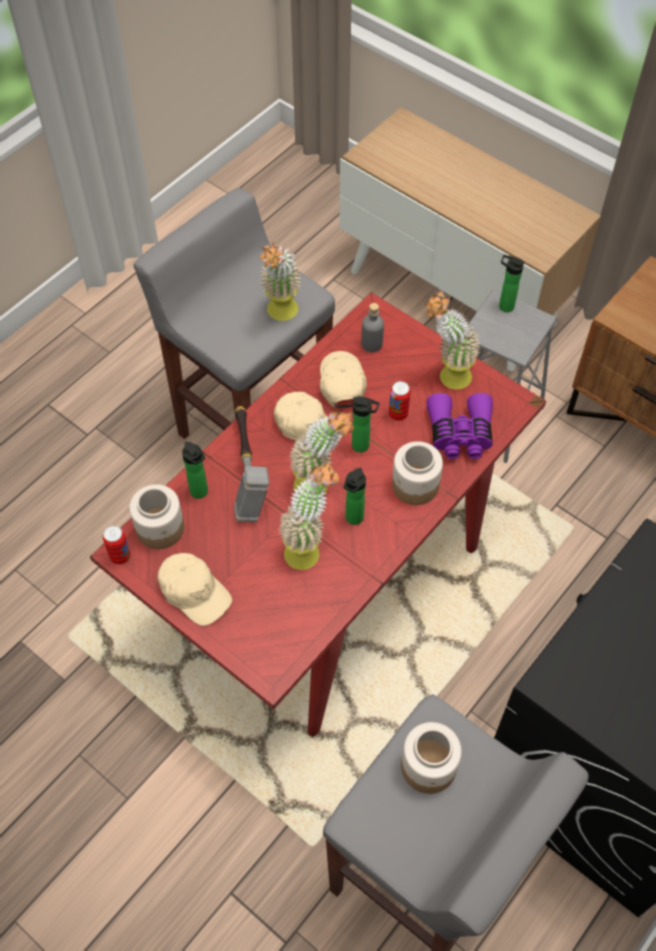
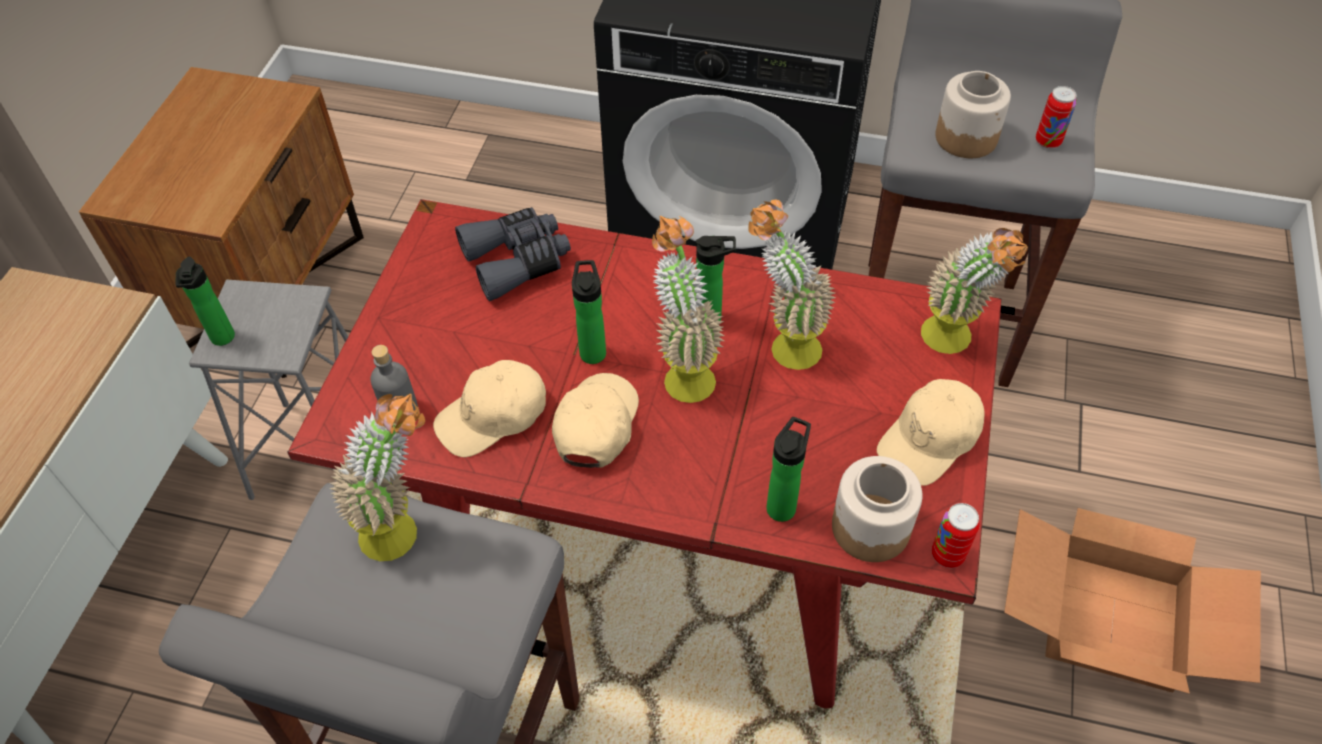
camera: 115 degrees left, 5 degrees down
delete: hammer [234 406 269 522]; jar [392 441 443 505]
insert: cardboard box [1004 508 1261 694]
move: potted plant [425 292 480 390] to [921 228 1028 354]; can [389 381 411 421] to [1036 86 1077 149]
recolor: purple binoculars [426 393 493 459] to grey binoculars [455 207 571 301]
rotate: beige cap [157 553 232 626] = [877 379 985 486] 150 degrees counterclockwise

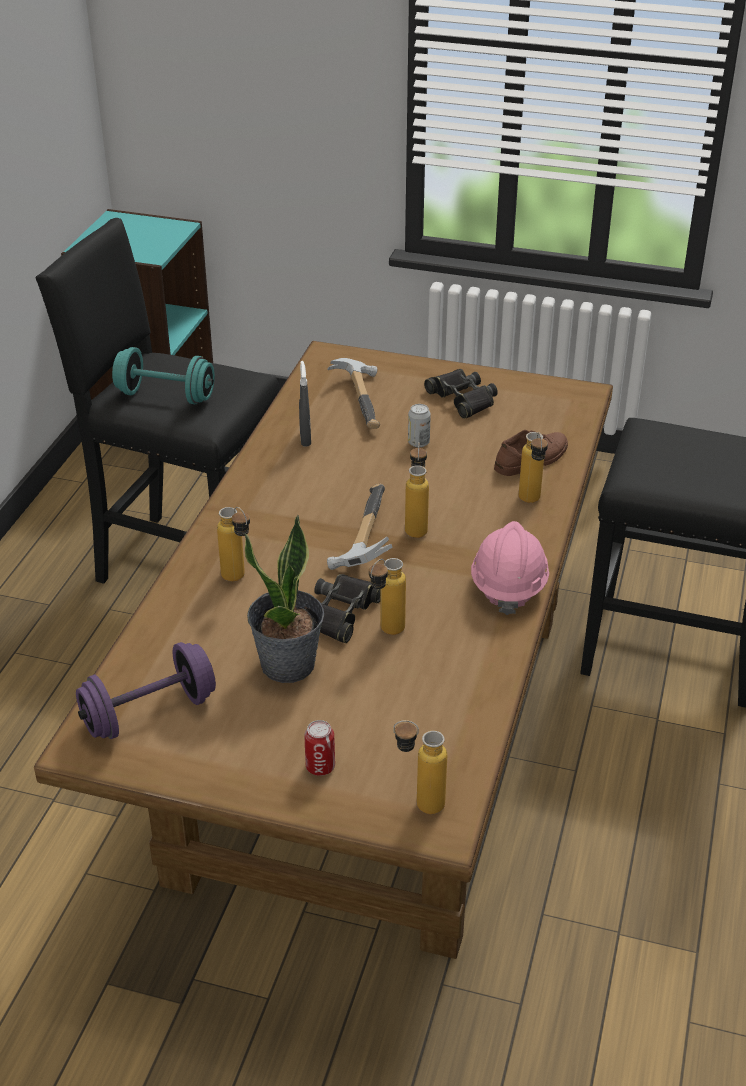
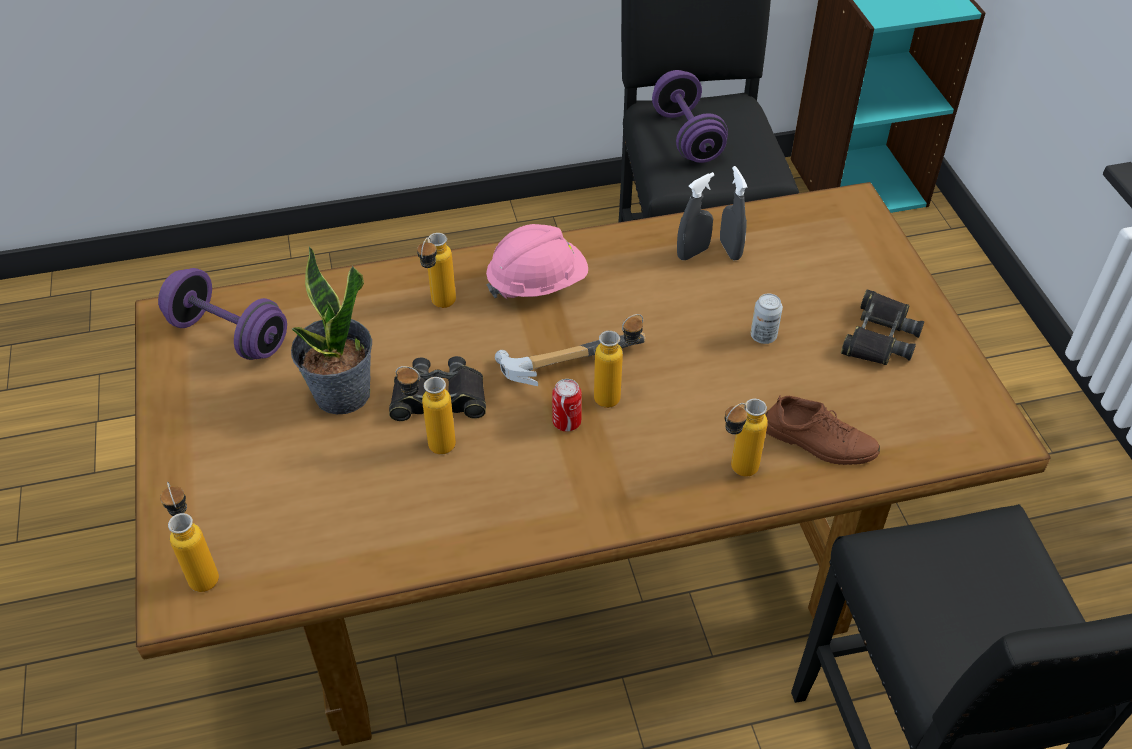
camera: 60 degrees right, 10 degrees up
delete: hammer [327 358 380 429]
insert: grey spray bottle [720 166 747 260]
move: pink hard hat [471 521 549 615] to [486 224 588 300]; can [304 720 335 776] to [552 379 582 431]
recolor: turquoise dumbbell [112 347 215 404] to purple dumbbell [652 70 728 163]

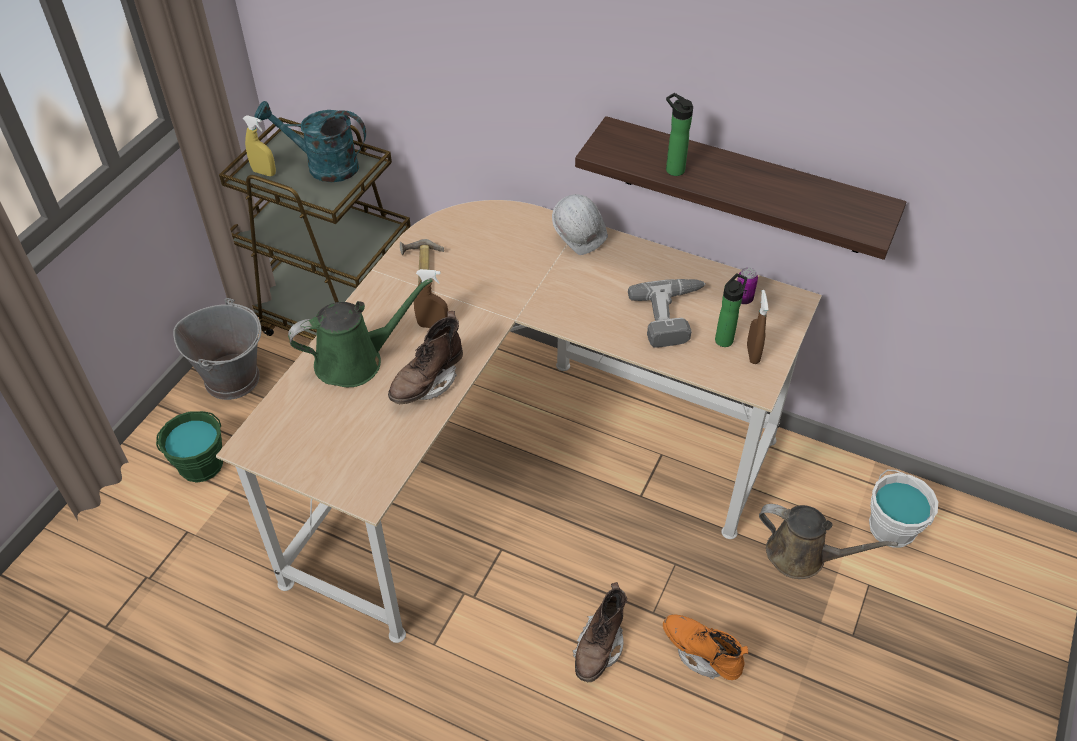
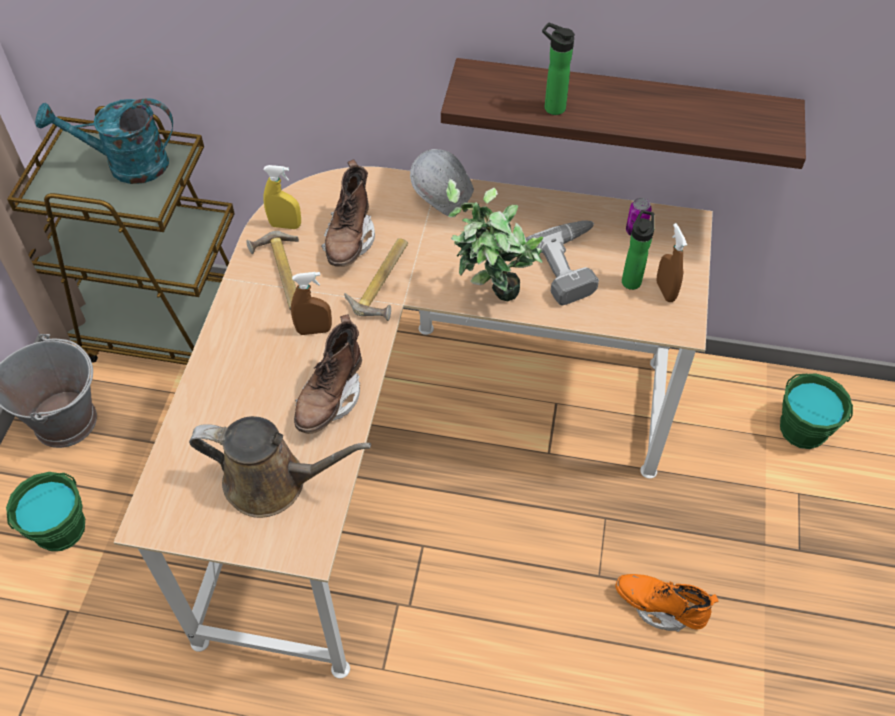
camera: 15 degrees left, 5 degrees up
delete: green watering can [288 278 433 387]
insert: potted plant [446 179 543 301]; hammer [344 238 408 321]
move: yellow spray bottle [242 115 276 176] to [263 165 301 229]; brown watering can [759 504 898 579] to [189 416 371 518]; brown boot [573 582 627 682] to [321 159 375 267]
recolor: white bucket [869 469 938 548] to green bucket [780 373 853 449]

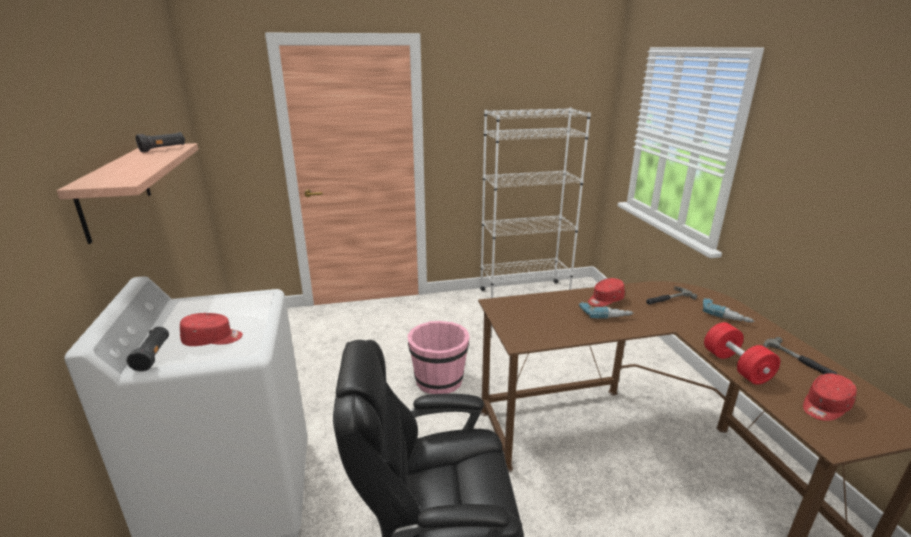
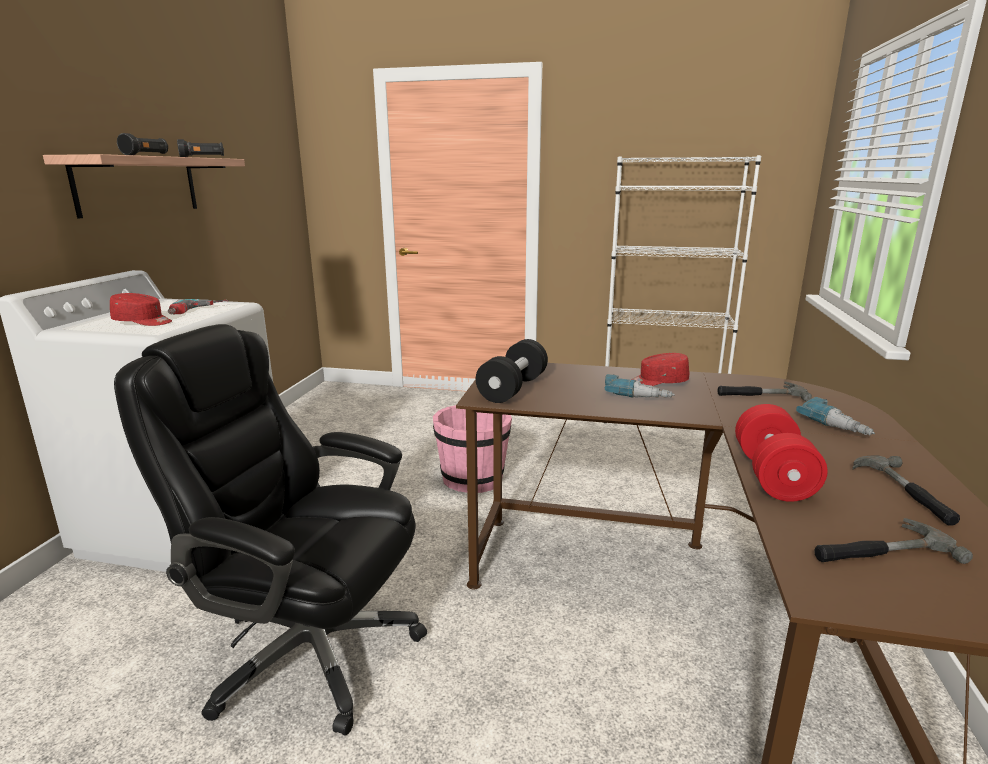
camera: 25 degrees right, 5 degrees down
insert: power drill [168 299 229 314]; black dumbbell [476 339 548 403]
move: black flashlight [126 327 169 372] to [117 133 168 155]
replace: red cap [803 373 857 421] to hammer [814 518 973 564]

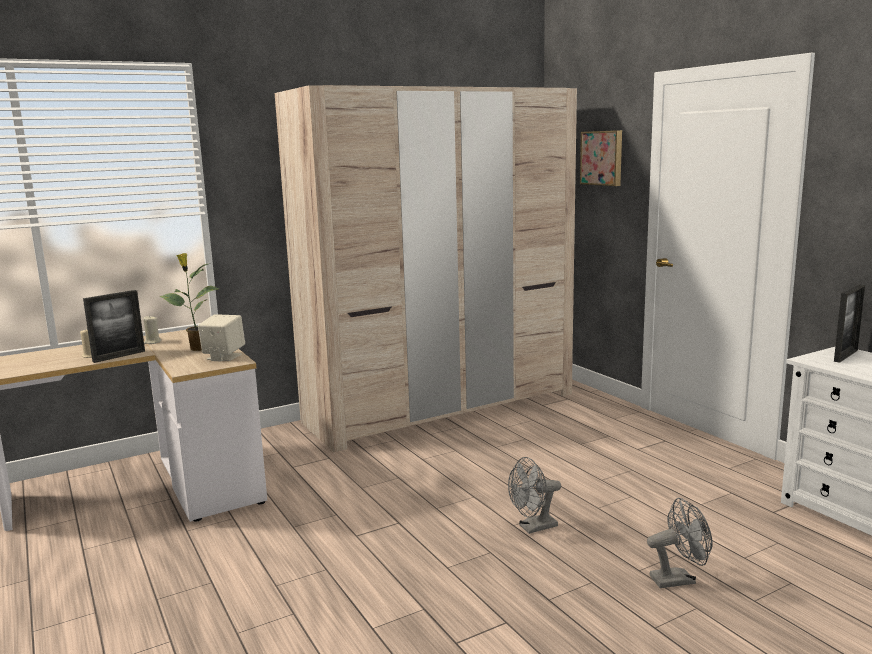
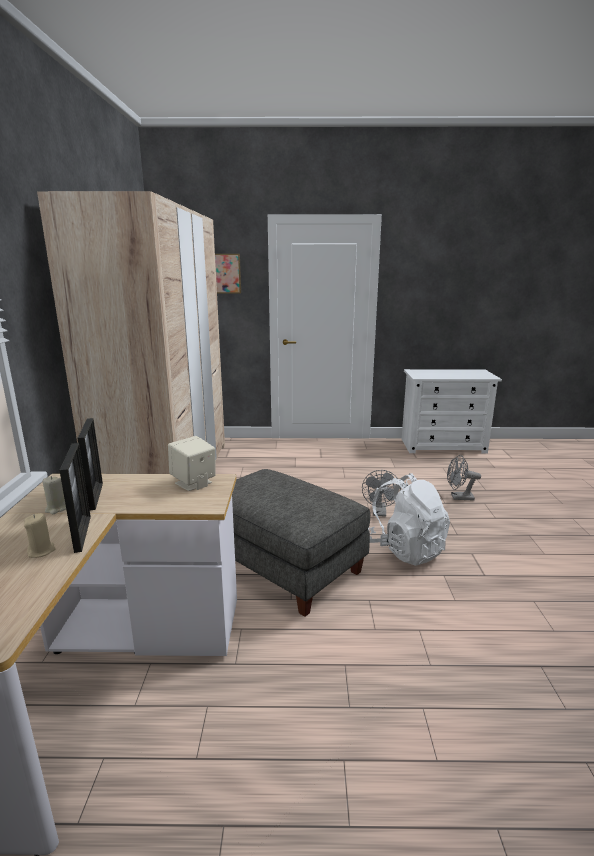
camera: 60 degrees left, 5 degrees up
delete: potted plant [159 253 220 351]
insert: grey ottoman [232 469 370 617]; white backpack [368 473 450 566]
move: picture frame [834 285 865 363] to [77 418 103 510]
rotate: grey fan [647 498 713 588] = [447 455 481 501] 105 degrees counterclockwise

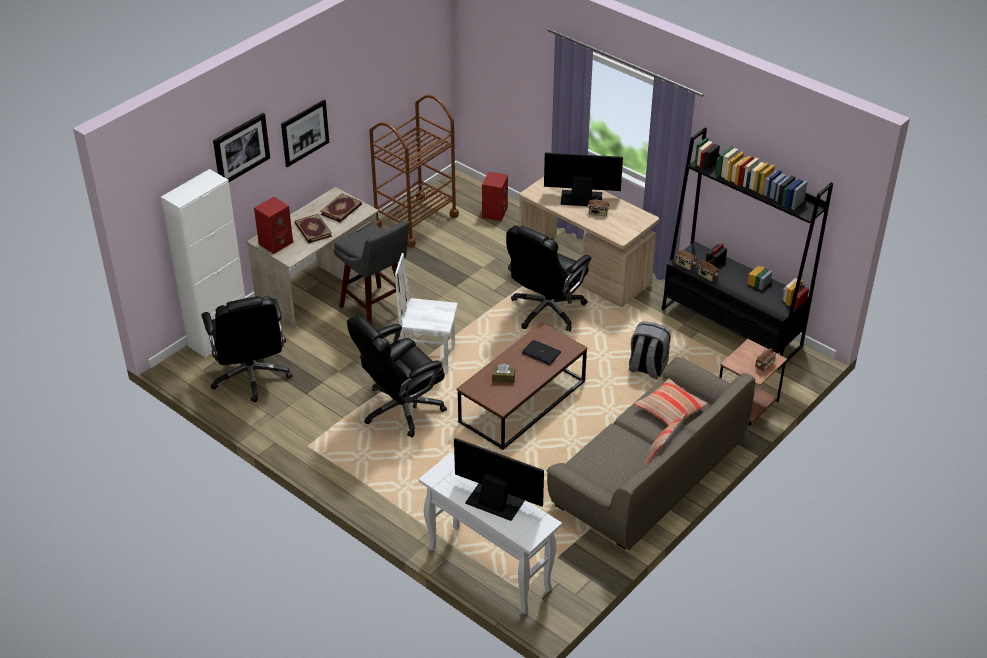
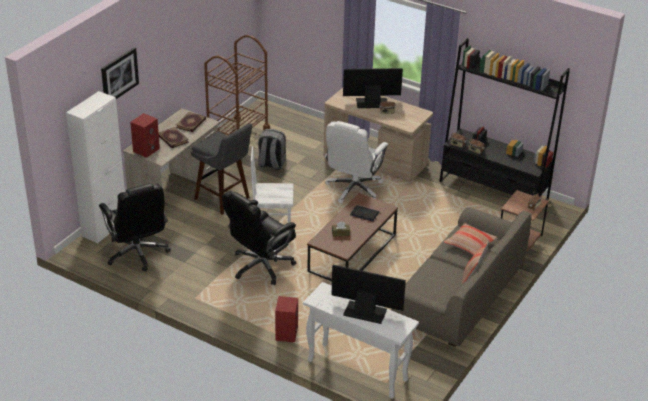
camera: 10 degrees left, 5 degrees down
delete: picture [281 99 329 167]
move: red speaker [482 172 508 221] to [275 296 298 342]; grey backpack [629 321 671 379] to [258 129 286 170]
recolor: black office chair [506 225 591 331] to white office chair [325 121 388 203]

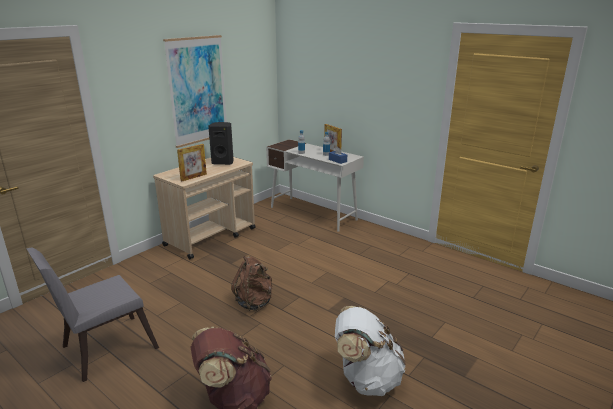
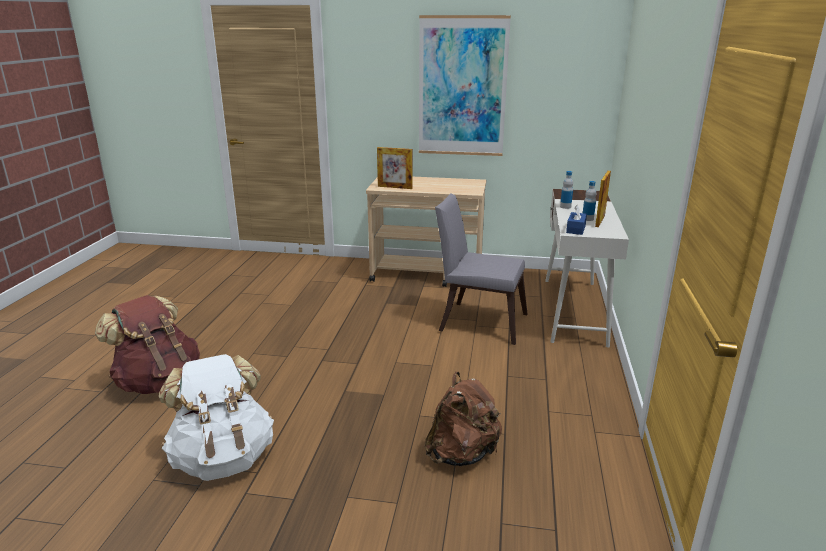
camera: 60 degrees right, 0 degrees up
delete: black speaker [208 122 234 165]
move: grey chair [26 248 159 382] to [435 194 527 345]; brown backpack [231 256 272 311] to [424 372 502 466]

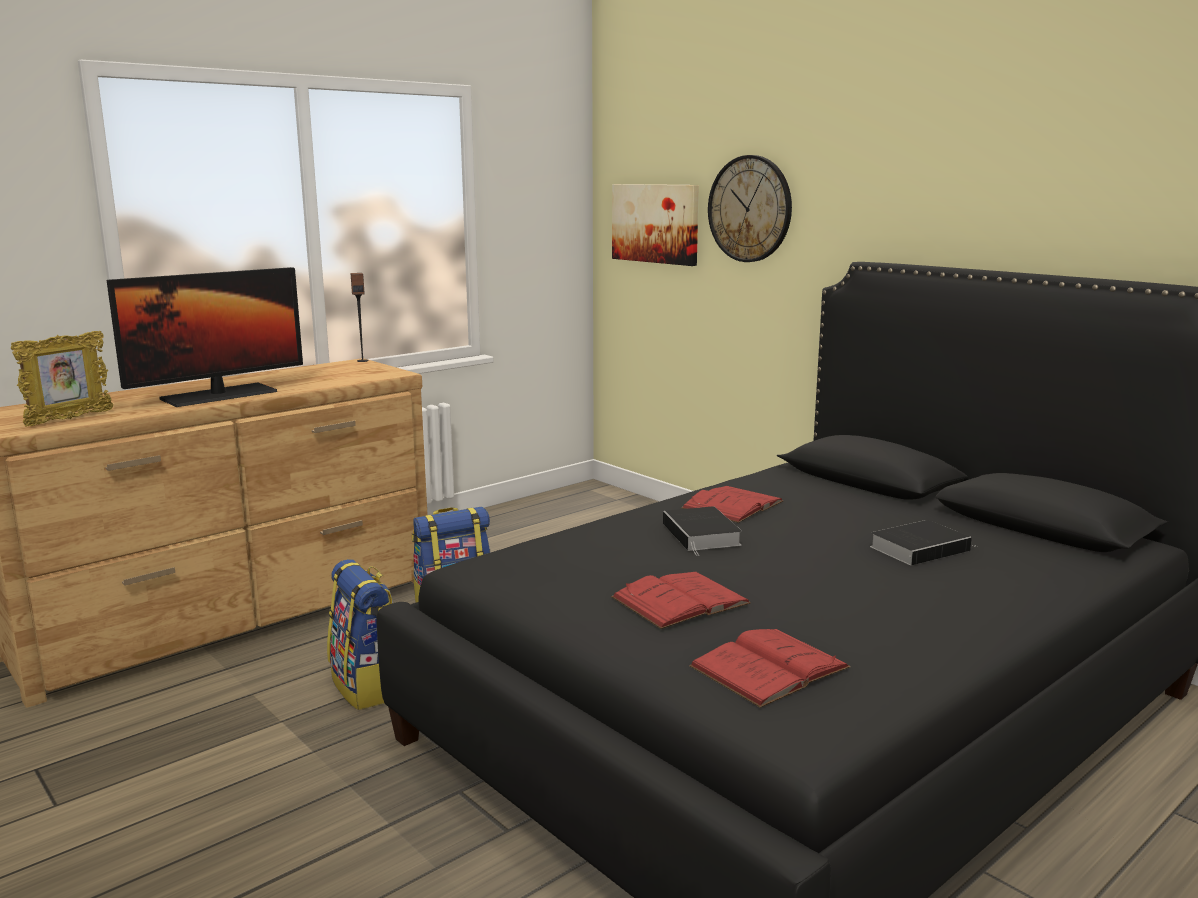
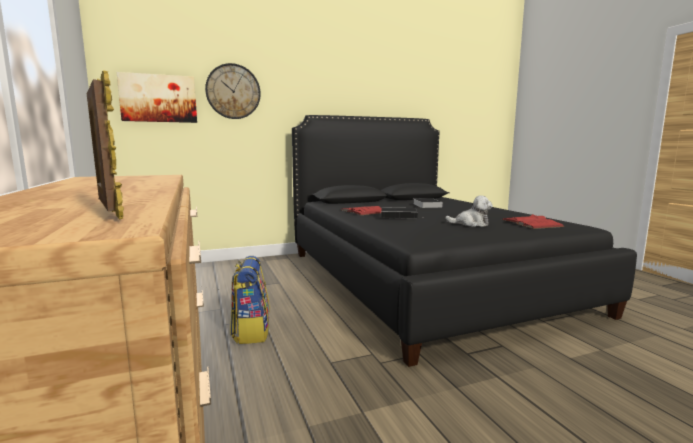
camera: 70 degrees left, 5 degrees down
delete: monitor [107 267 303 407]; speaker [351 273 368 362]; backpack [327 559 393 710]
replace: red book [611 572 751 629] to plush toy [445 195 493 227]

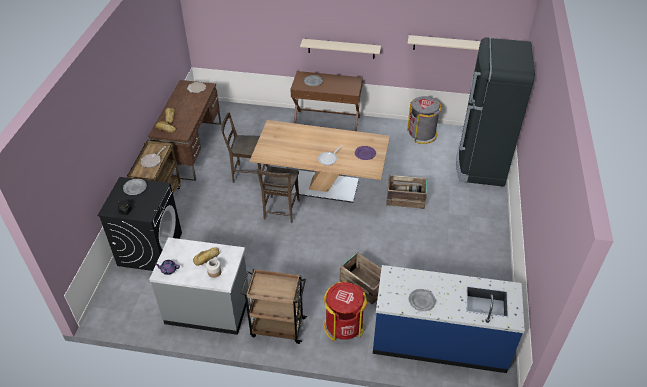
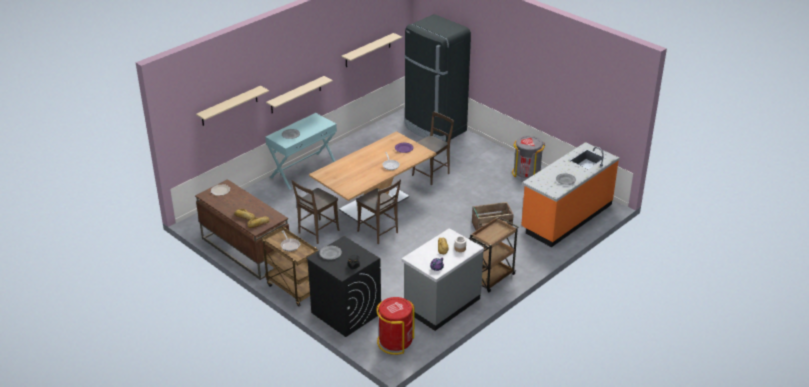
camera: 55 degrees left, 10 degrees down
insert: beige shelf [196 86 269 126]
move: grey trash can [407 96 442 144] to [512 136 545 178]; red trash can [324 282 367 341] to [377 297 415 355]
replace: crate [386 175 427 209] to brown chair [412 112 454 185]
recolor: brown console table [290 71 363 131] to turquoise console table [265 113 337 190]; blue counter [373 265 525 373] to orange counter [521 142 619 247]

